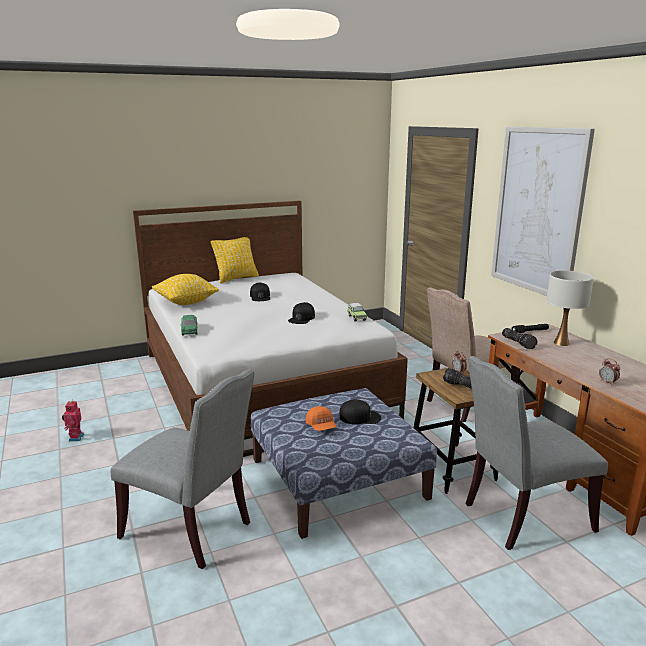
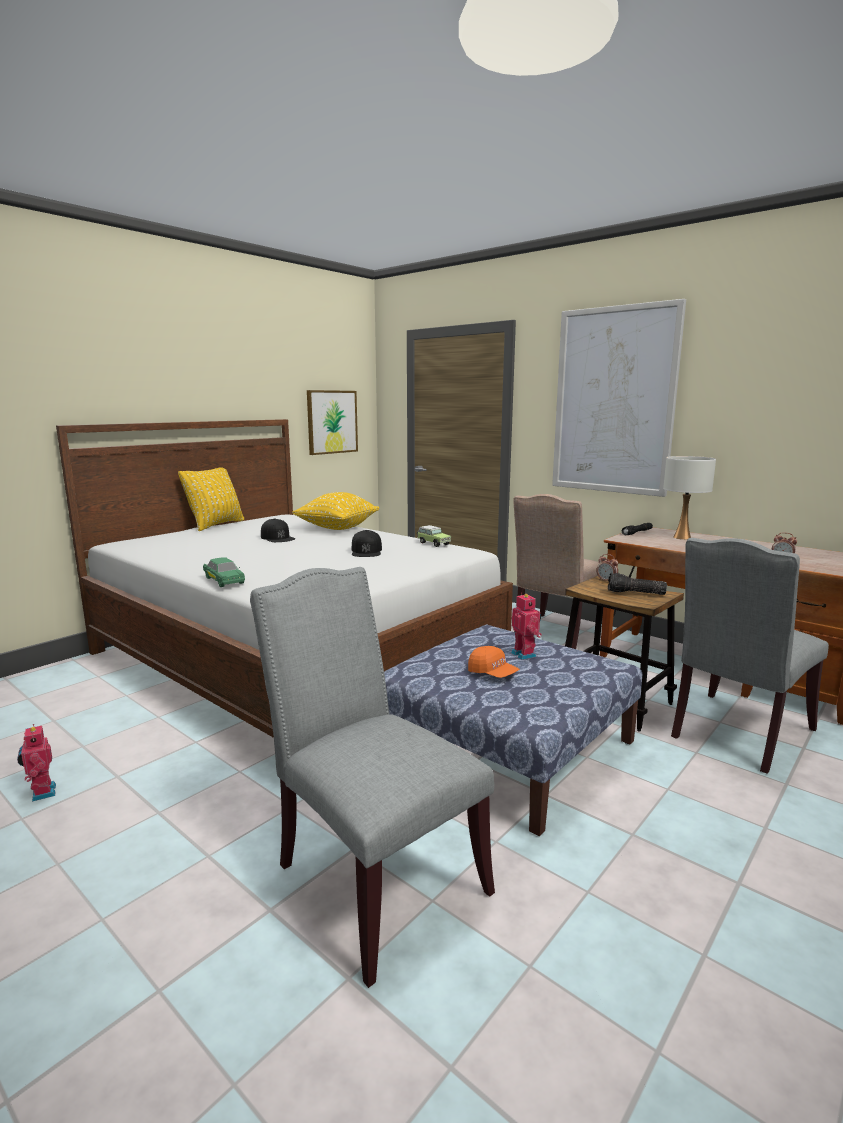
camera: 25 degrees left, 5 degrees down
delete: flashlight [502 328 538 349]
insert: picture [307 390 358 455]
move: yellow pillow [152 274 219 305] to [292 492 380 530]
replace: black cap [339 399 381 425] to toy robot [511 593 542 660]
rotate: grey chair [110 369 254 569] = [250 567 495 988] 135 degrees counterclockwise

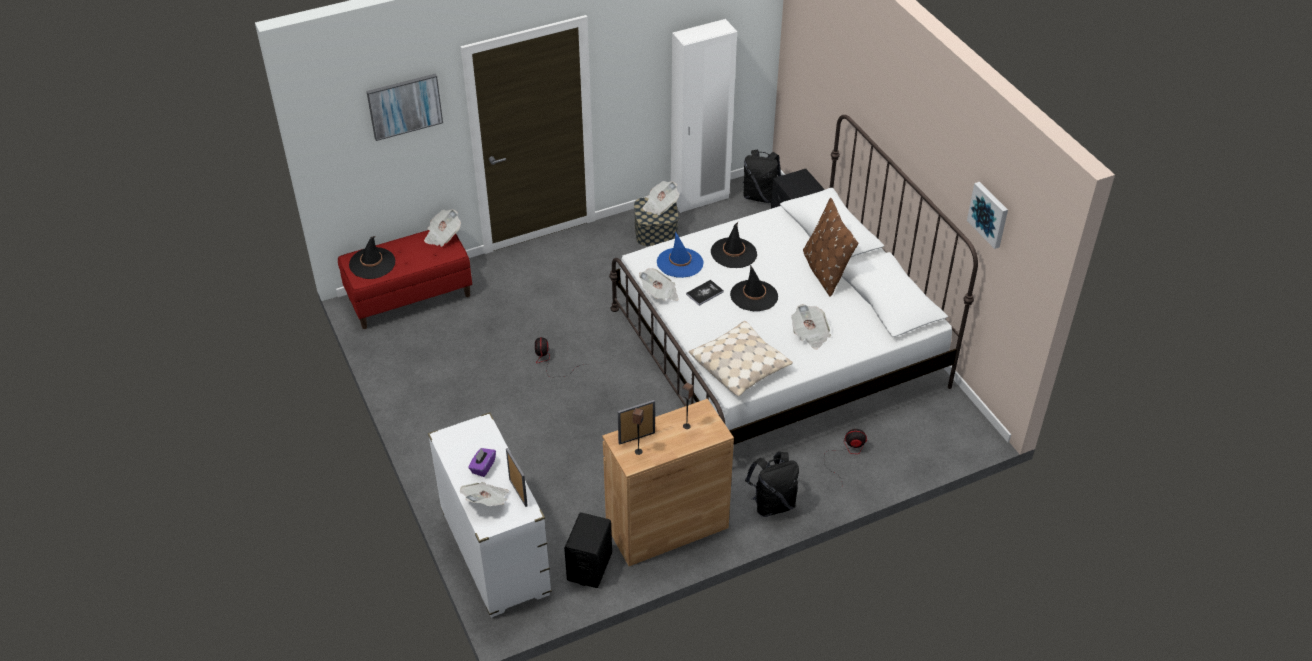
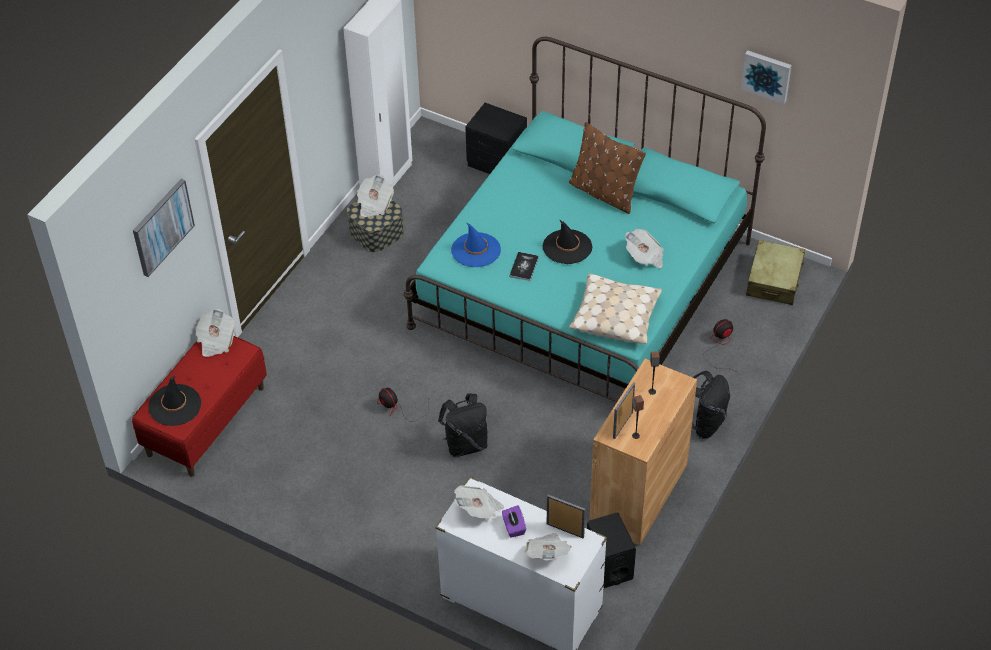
camera: 35 degrees left, 5 degrees up
delete: black hat [711 222 757 268]
insert: beige suitcase [746 240 805 305]
move: black backpack [743 150 781 203] to [438 393 488 457]; newspaper [639 268 679 301] to [454 485 504 520]
recolor: white bed [609 115 978 444] to turquoise bed [404 37 766 402]

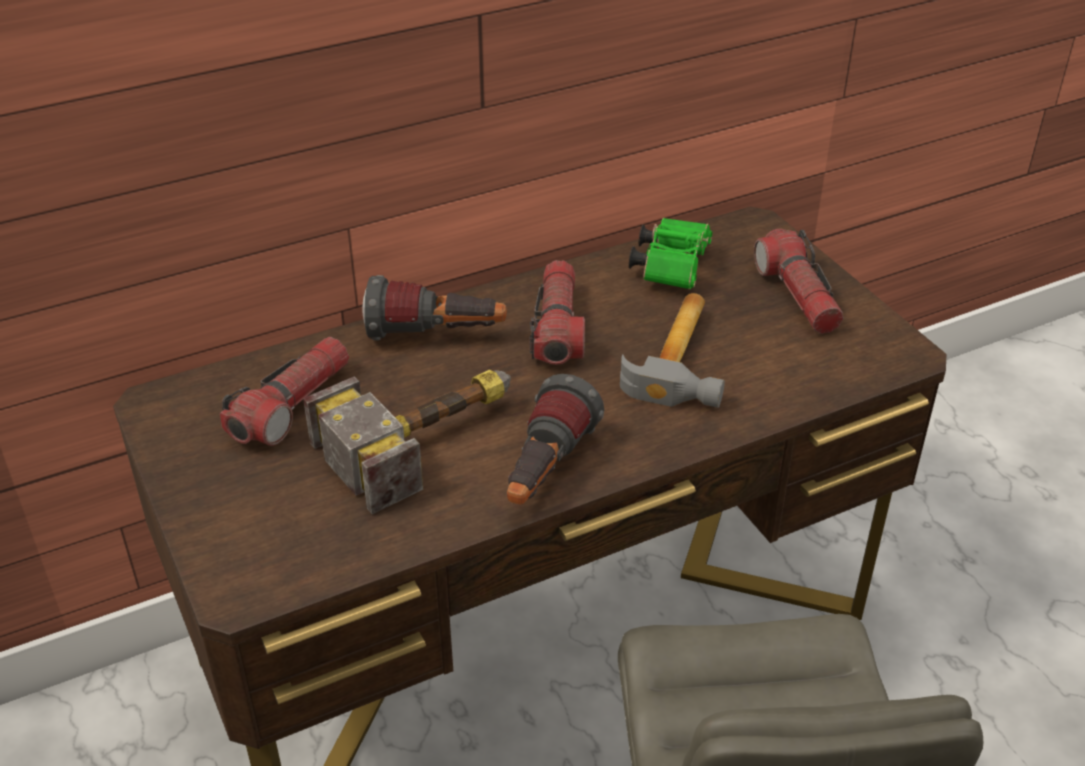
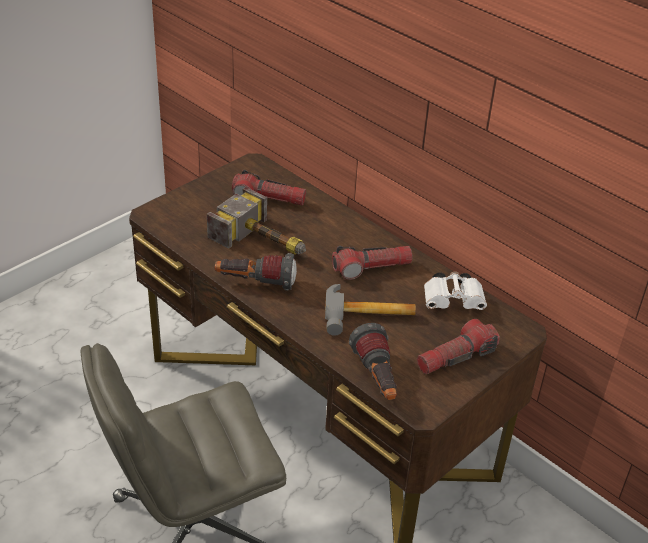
camera: 70 degrees right, 0 degrees up
move: flashlight [363 275 507 341] to [349 323 397 400]
recolor: green binoculars [629 218 712 290] to white binoculars [424 271 487 310]

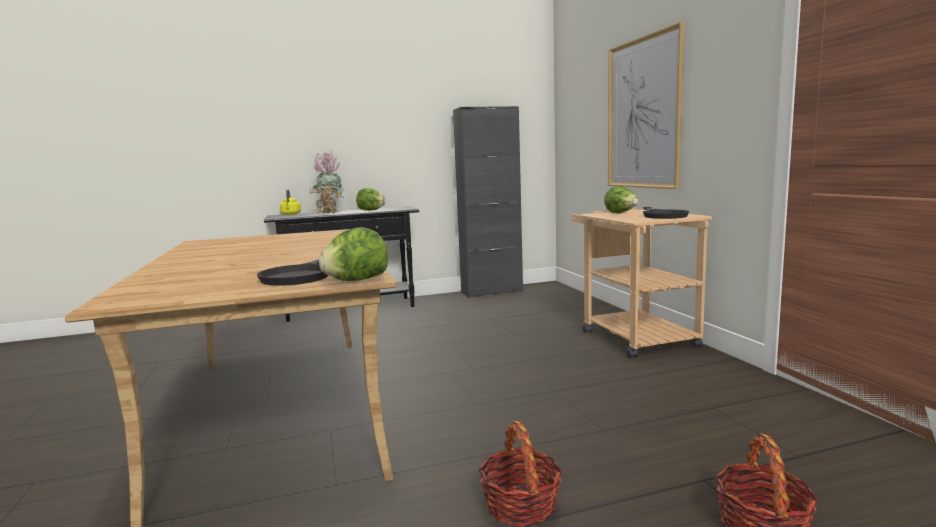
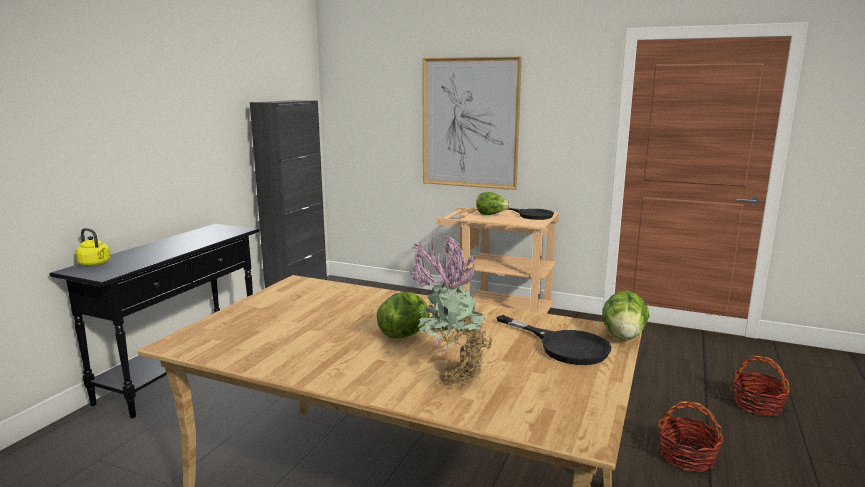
camera: 50 degrees left, 5 degrees up
move: potted plant [309 151 345 213] to [406 234 492 388]; lettuce [356 188 385 211] to [377 292 430 338]

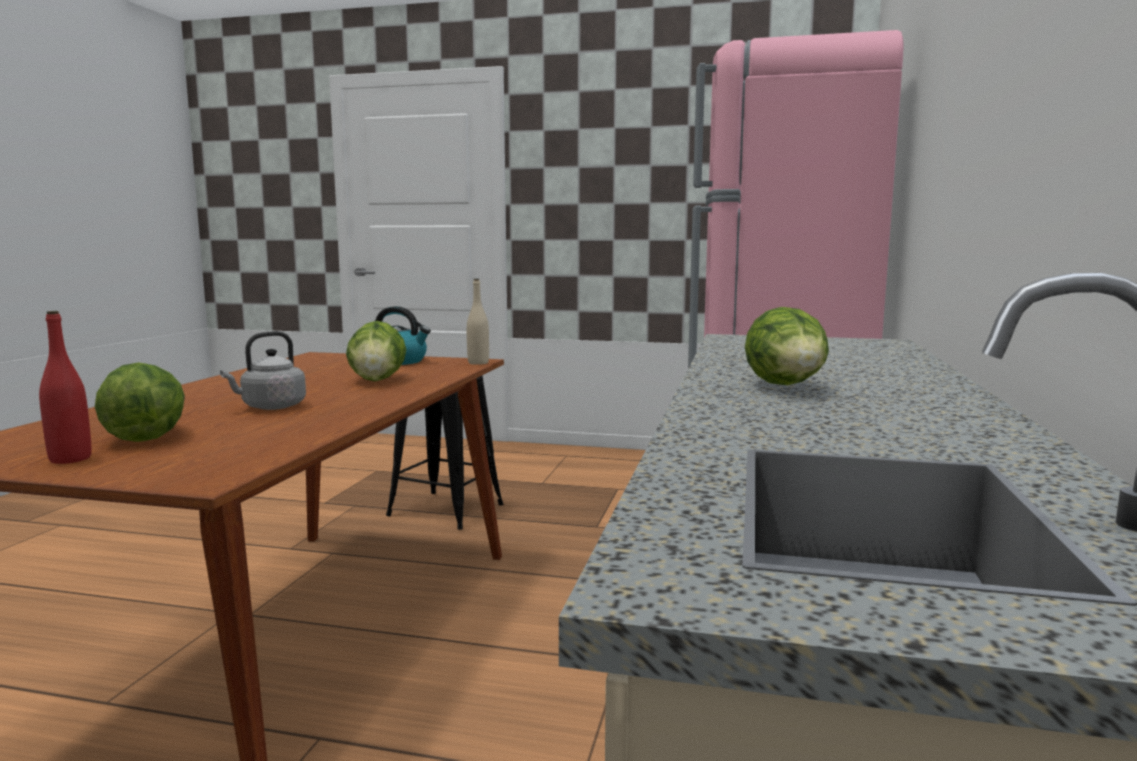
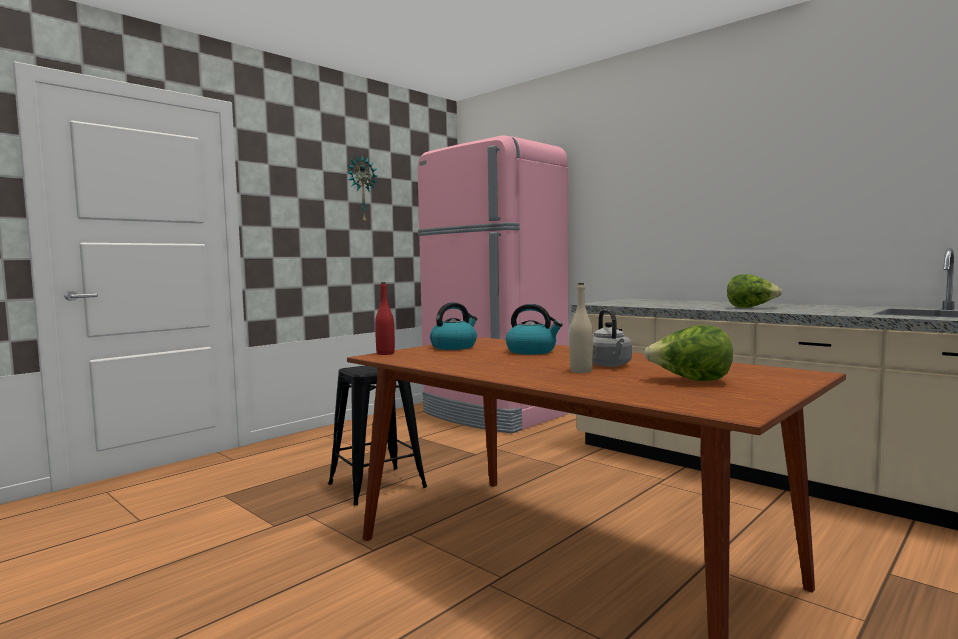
camera: 60 degrees left, 5 degrees down
insert: wall clock [347 155 377 225]
move: beige bottle [467 279 489 365] to [569 283 593 373]; red bottle [39 311 91 464] to [375 282 395 355]
replace: lettuce [346 321 406 381] to kettle [506 304 563 355]

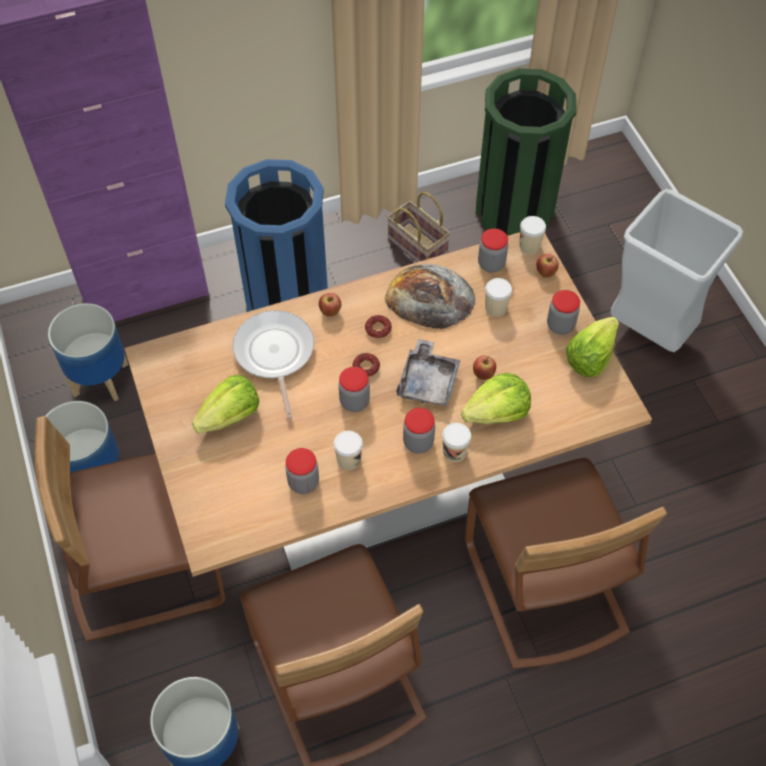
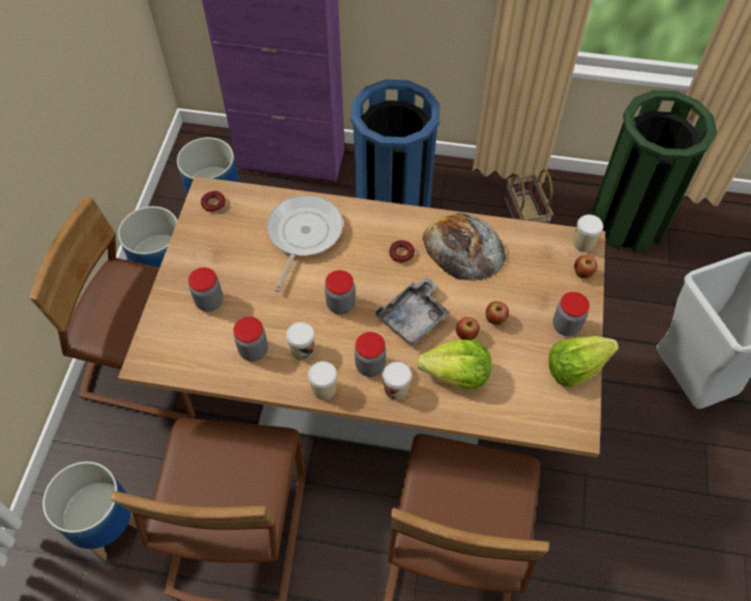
camera: 30 degrees right, 0 degrees up
delete: lettuce [192 374 259 434]
move: jar [478 229 508 273] to [188 267 223 312]; cup [485 278 512 317] to [308 361 337 400]; apple [319 293 341 316] to [486 301 509 325]; donut [353 353 380 377] to [201 191 226 212]

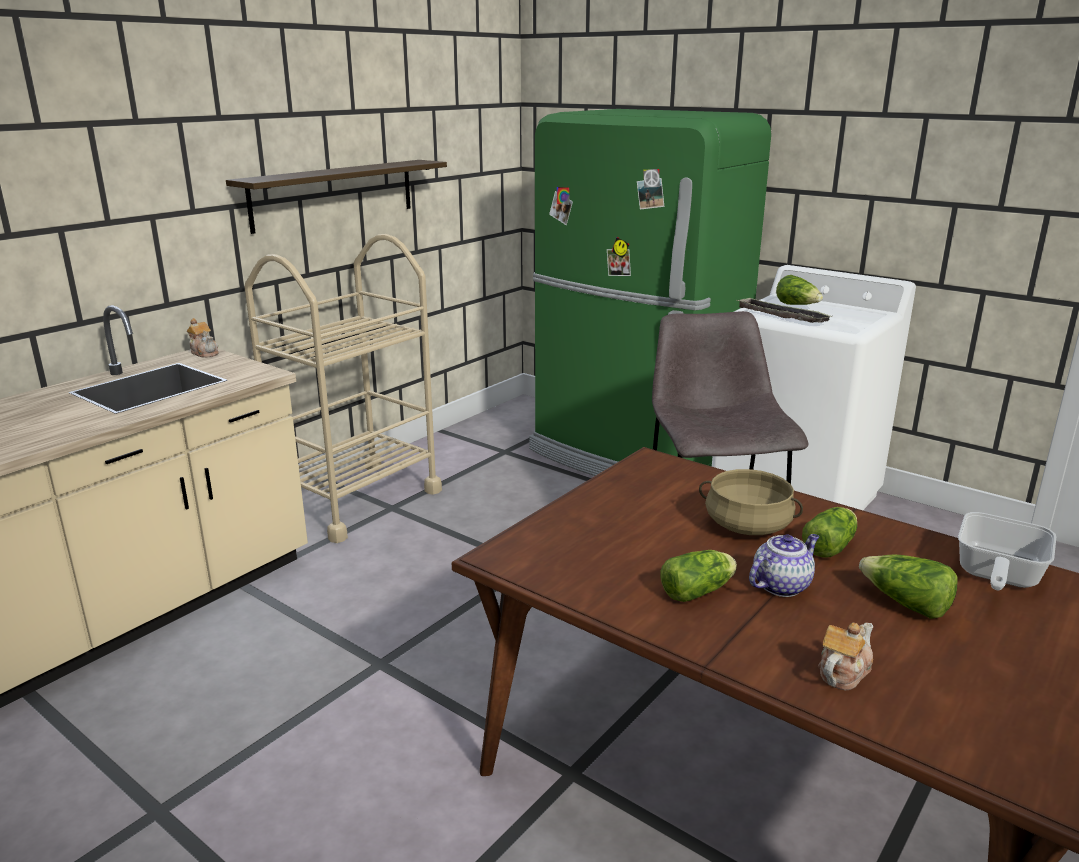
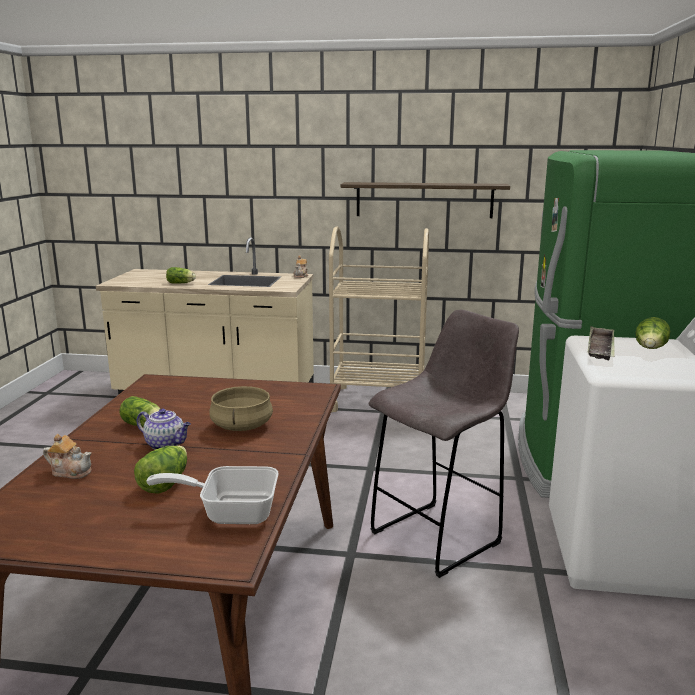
camera: 60 degrees right, 5 degrees down
move: lettuce [802 507 857 558] to [166 267 196 284]

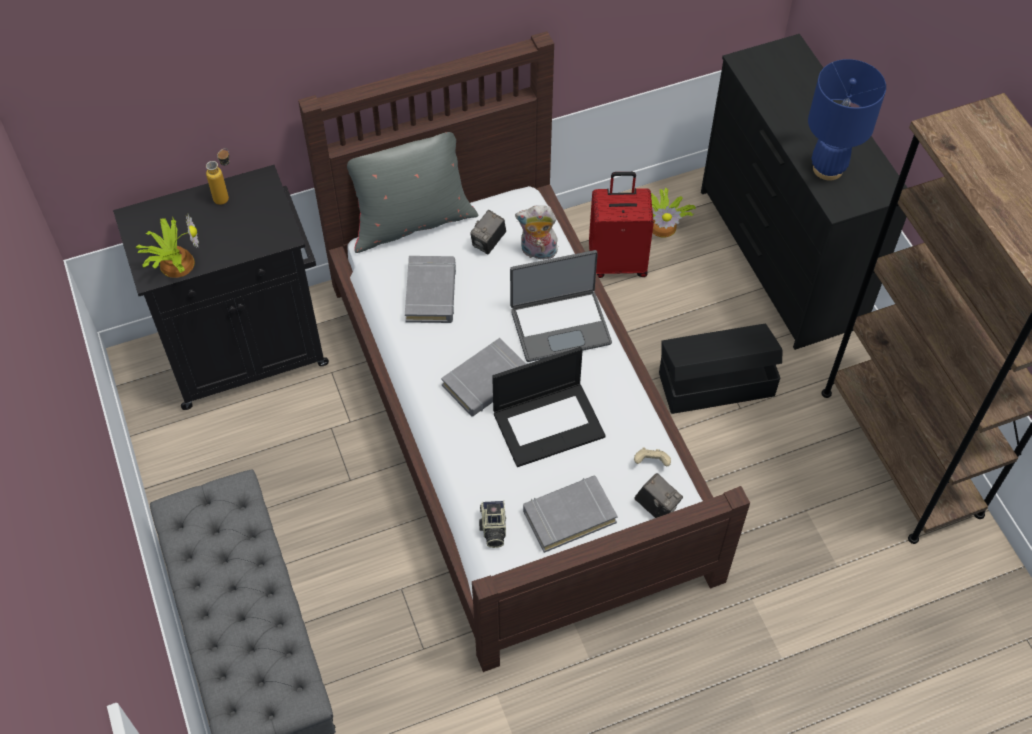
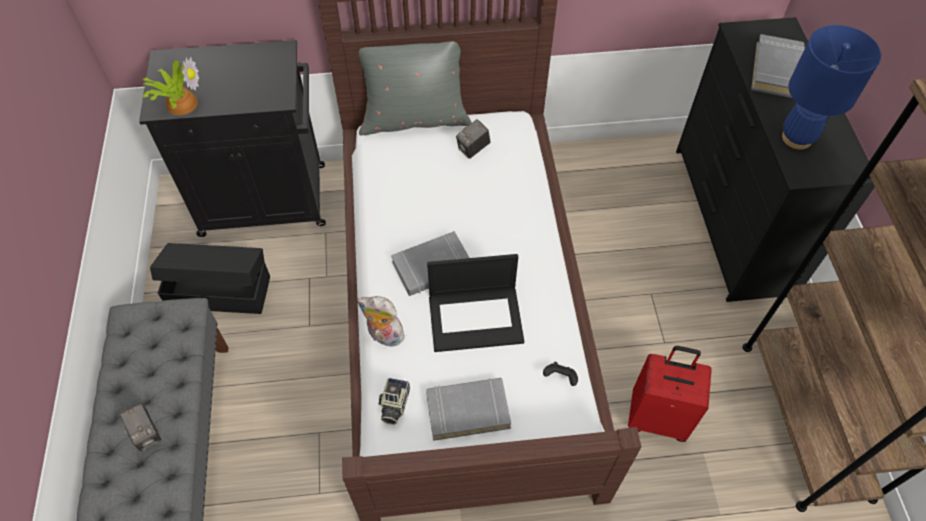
camera: 15 degrees right, 0 degrees up
delete: bottle [206 148 229 205]; potted plant [651 187 696 238]; laptop [510 250 612 362]
move: red suitcase [589 172 654 278] to [628 346 712 442]; plush toy [515 205 560 260] to [357 296 405 347]; grey book [405 256 456 323] to [751 34 805 98]; black storage box [659 324 782 414] to [150 243 270 314]; photo camera [634 473 683 518] to [119 403 161 451]
recolor: beige game controller [634 447 671 466] to black game controller [543 362 578 386]

